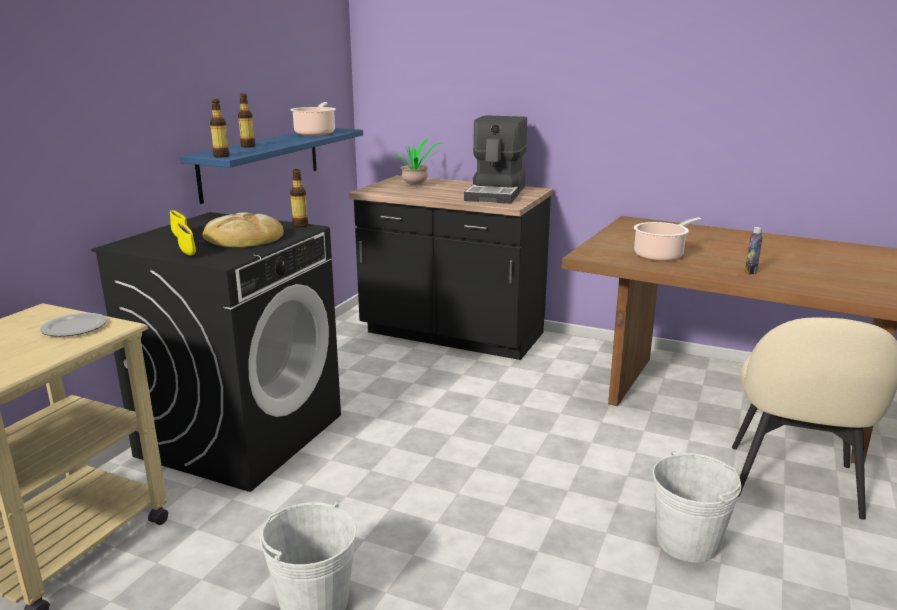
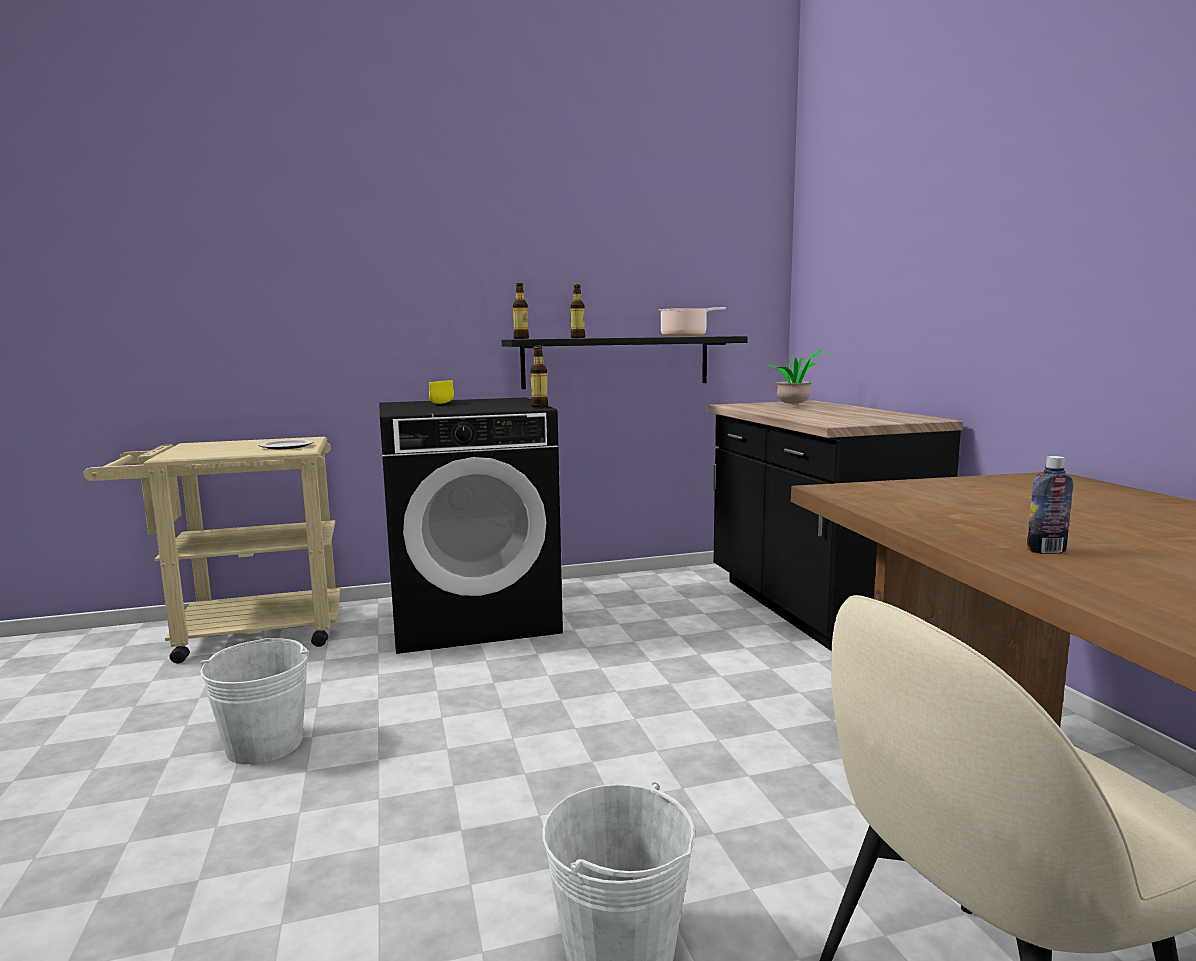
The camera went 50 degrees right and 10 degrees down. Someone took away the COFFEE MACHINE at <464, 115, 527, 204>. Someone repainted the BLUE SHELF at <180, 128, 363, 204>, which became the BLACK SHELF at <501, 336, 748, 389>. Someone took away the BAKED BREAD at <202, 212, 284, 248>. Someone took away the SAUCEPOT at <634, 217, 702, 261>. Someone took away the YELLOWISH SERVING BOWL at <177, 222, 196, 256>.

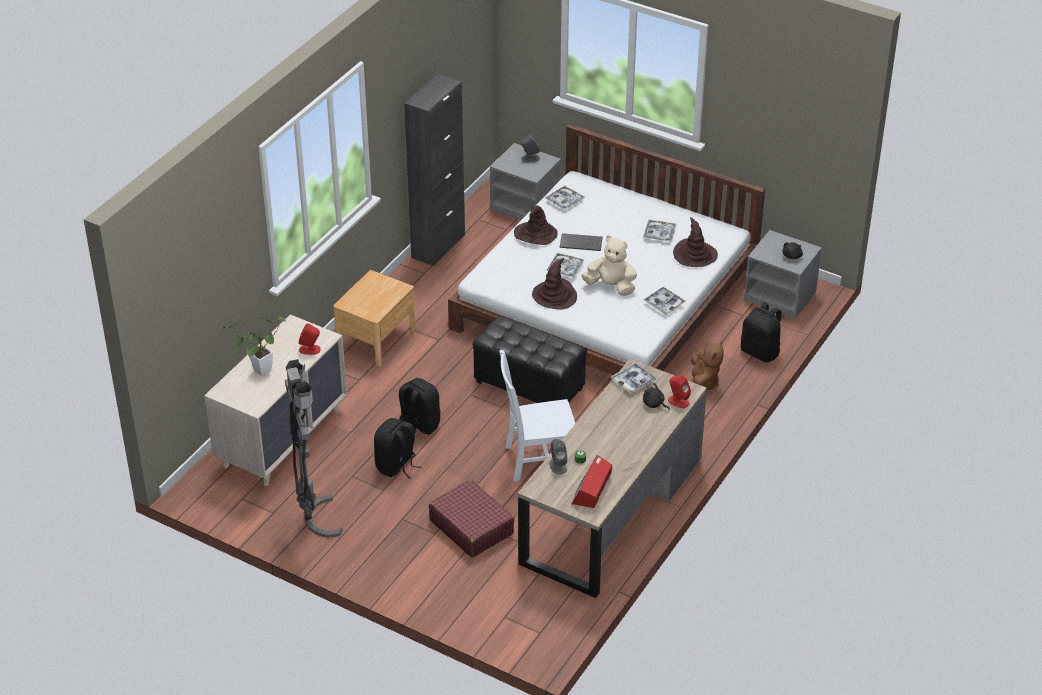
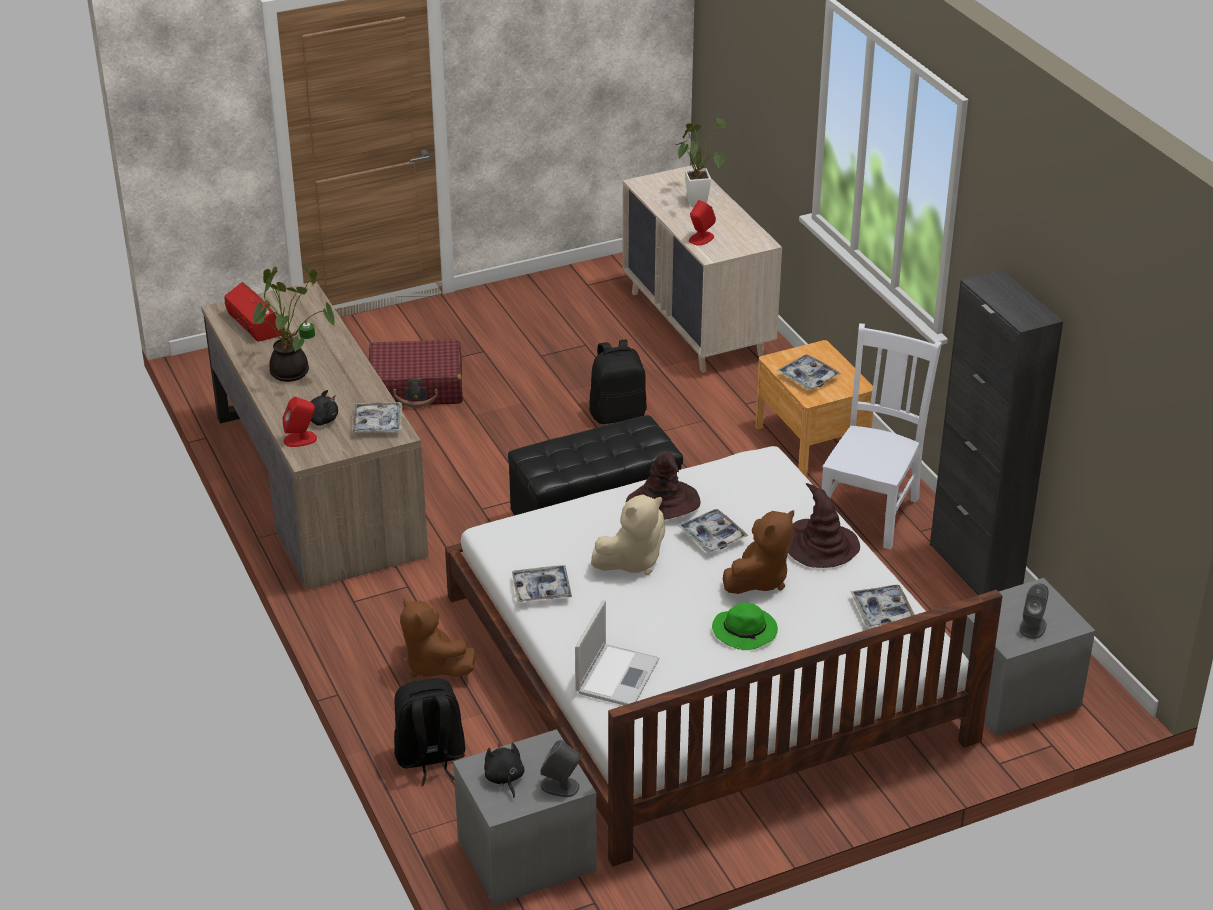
The camera went 125 degrees right and 5 degrees down. Someone swapped the BROWN WEARABLE HAT at <673, 217, 718, 267> for the LAPTOP at <575, 600, 659, 705>. Someone carried the TRAY from <643, 219, 676, 242> to <776, 354, 842, 390>. Someone swapped the KEYBOARD at <560, 233, 603, 251> for the BROWN SOFT TOY at <723, 510, 794, 594>. Someone carried the WHITE PLAIN CHAIR from <500, 350, 575, 482> to <822, 323, 942, 550>. Someone took away the GRAY STANDING LAMP at <285, 359, 342, 537>. Someone took away the BLACK KNAPSACK at <374, 418, 421, 479>. Someone carried the GRAY AUDIO SPEAKER from <549, 439, 568, 474> to <540, 740, 580, 797>. Someone put down the HOUSEPLANT at <252, 265, 335, 382>. Someone put down the GREEN-COLOURED WEARABLE HAT at <712, 603, 778, 650>.

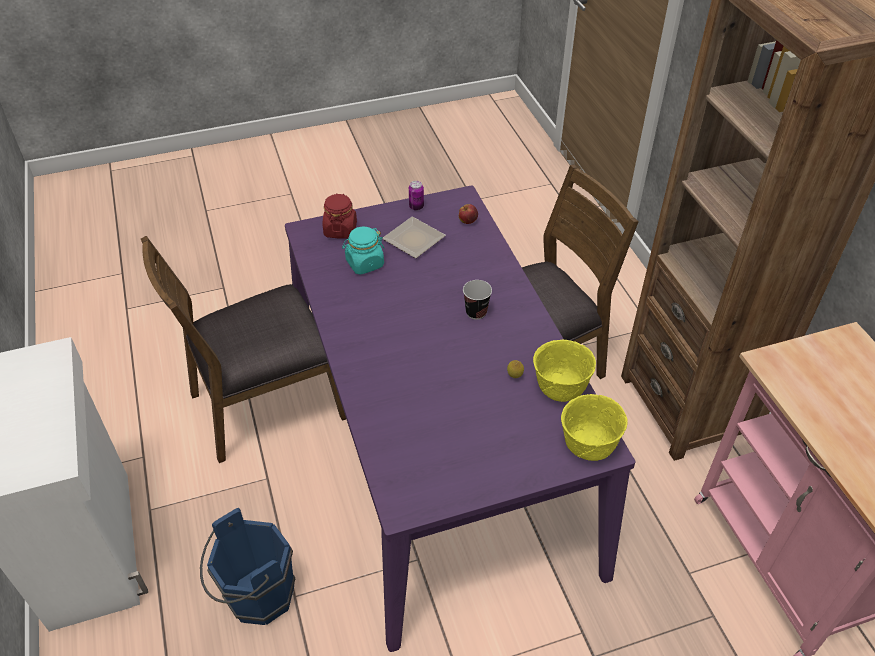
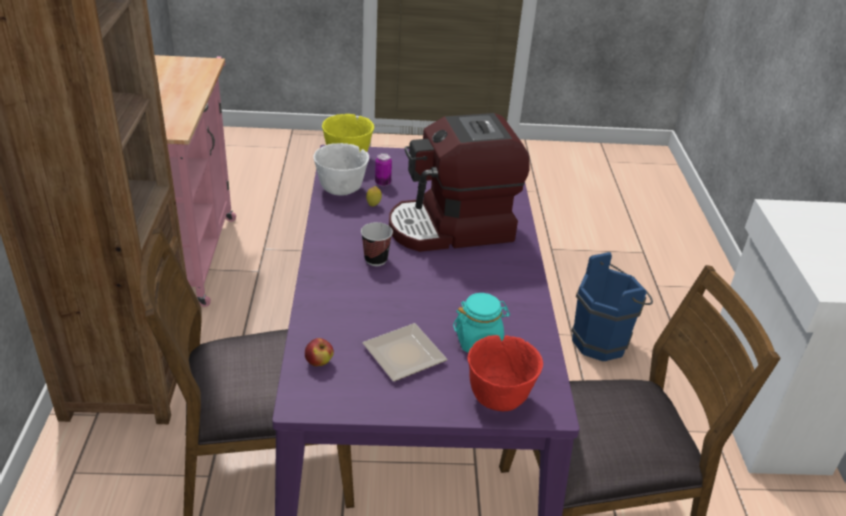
The camera went 165 degrees left and 10 degrees down. Someone carried the CAN from <409, 181, 424, 211> to <375, 153, 392, 186>. Someone swapped the RED JAR at <323, 193, 357, 238> for the RED SERVING BOWL at <467, 335, 543, 411>. Someone repainted the YELLOWISH SERVING BOWL at <533, 340, 596, 402>, which became the WHITE SERVING BOWL at <313, 143, 369, 196>. Someone put down the COFFEE MACHINE at <389, 113, 530, 252>.

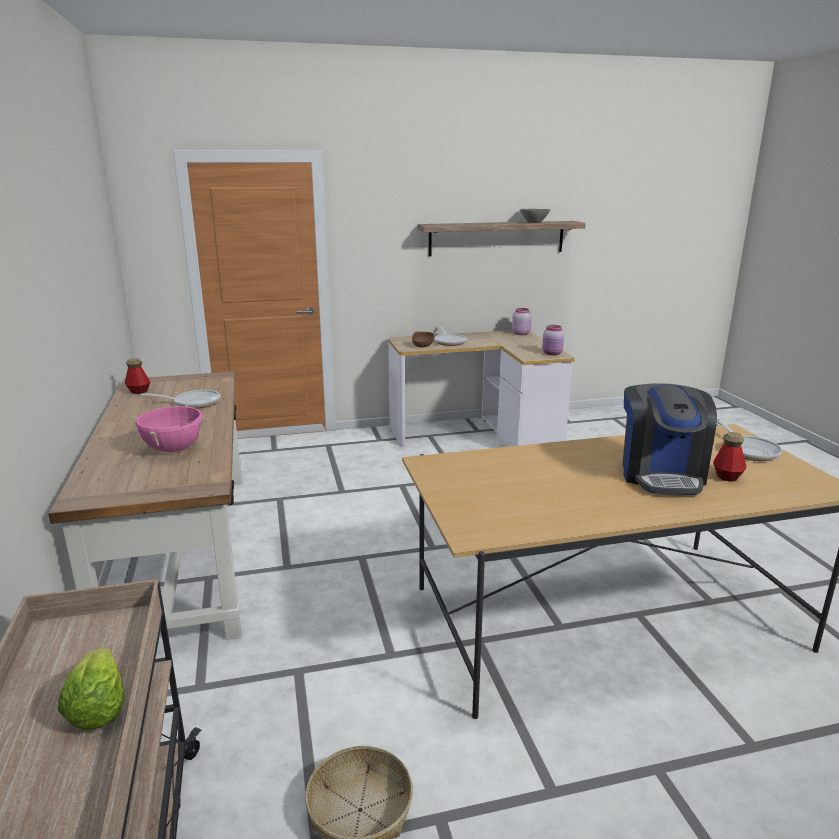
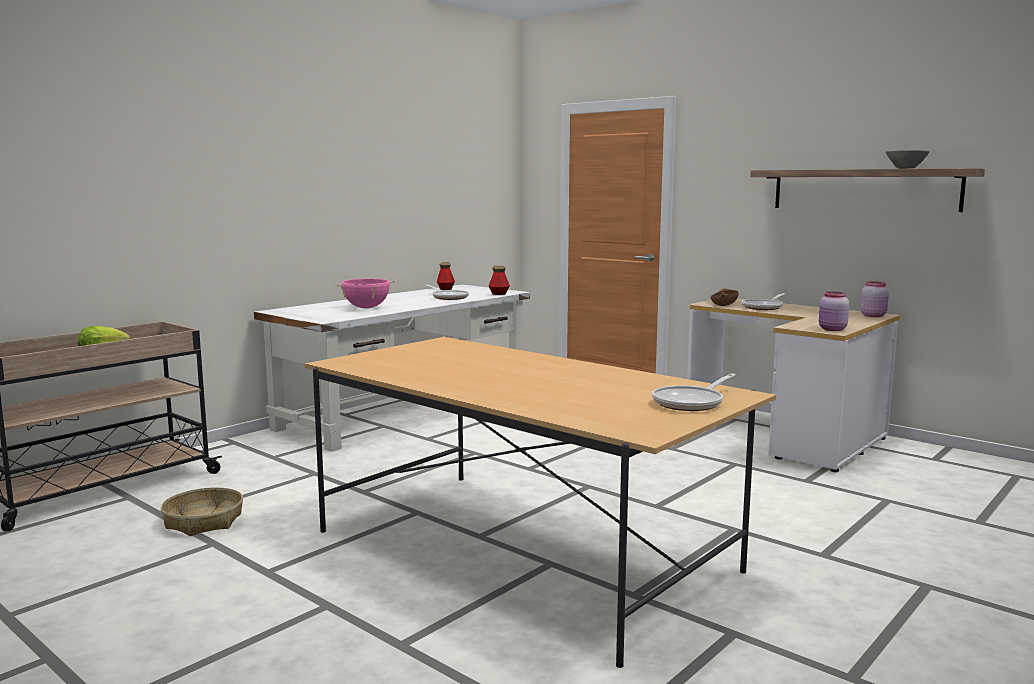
The camera went 55 degrees right and 10 degrees down. Someone repainted the BROWN DESK TABLE at <48, 371, 242, 640>, which became the WHITE DESK TABLE at <254, 285, 530, 451>. Someone took away the COFFEE MACHINE at <622, 383, 717, 495>. Someone carried the BOTTLE from <713, 432, 746, 481> to <488, 265, 510, 295>.

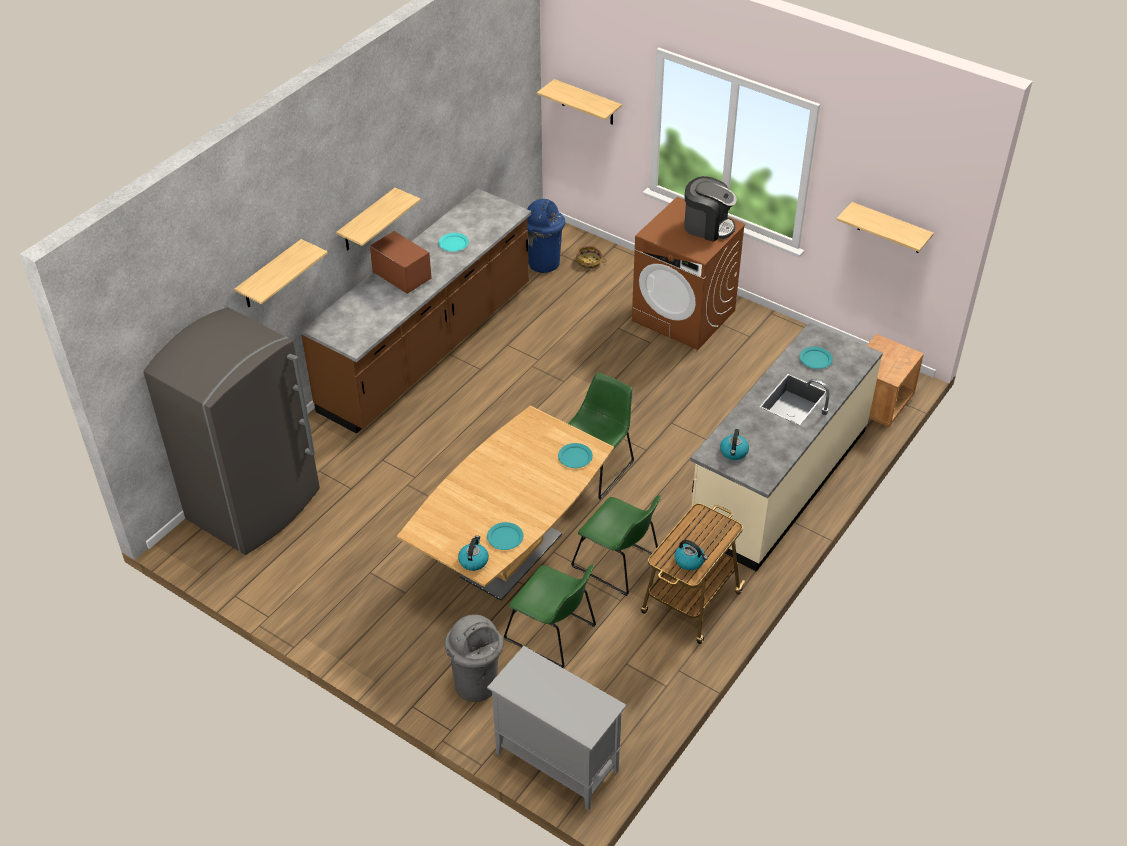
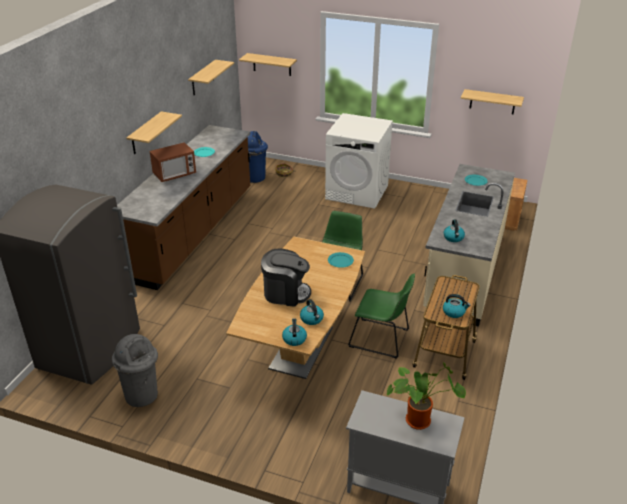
The camera went 15 degrees left and 10 degrees down. Someone carried the COFFEE MACHINE from <684, 176, 737, 242> to <261, 249, 311, 307>. Someone repainted the BROWN WASHING MACHINE at <632, 197, 746, 350>, which became the WHITE WASHING MACHINE at <325, 113, 393, 209>. Someone rotated the MICROWAVE OVEN at <370, 231, 432, 294> by 120 degrees clockwise. Someone carried the SHELF from <235, 239, 328, 307> to <188, 60, 234, 95>. Someone swapped the TURQUOISE-COLOURED PLATE at <487, 522, 523, 550> for the KETTLE at <300, 299, 324, 325>. Someone took away the GREEN-COLOURED PLAIN CHAIR at <504, 565, 596, 668>. Someone carried the GRAY RUBBISH BIN from <445, 614, 504, 702> to <112, 334, 158, 407>. Someone put down the HOUSEPLANT at <387, 362, 466, 430>.

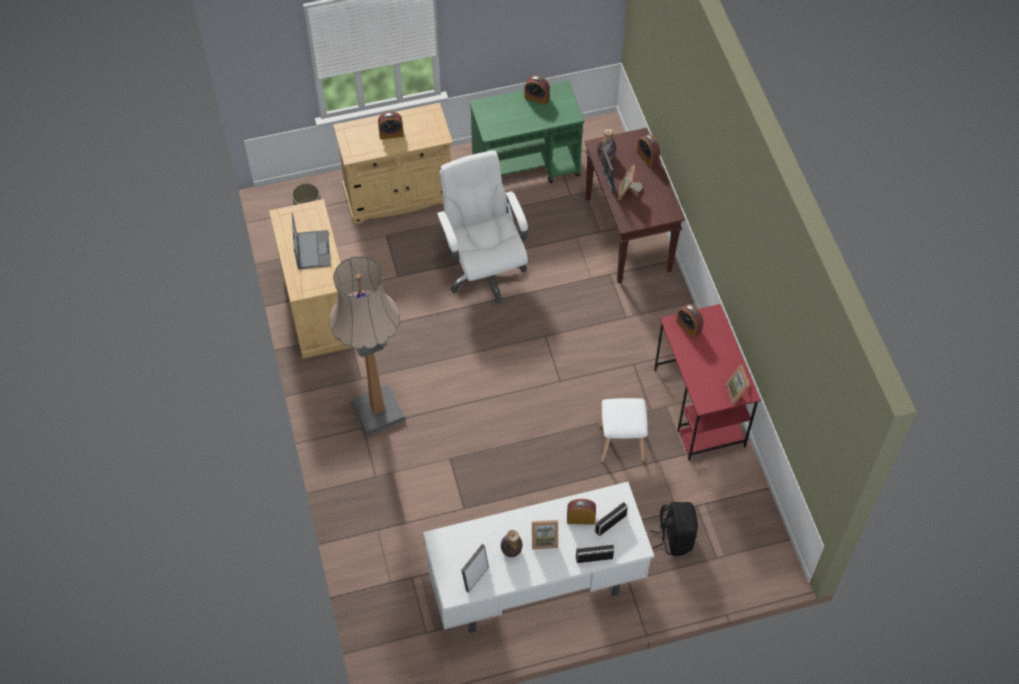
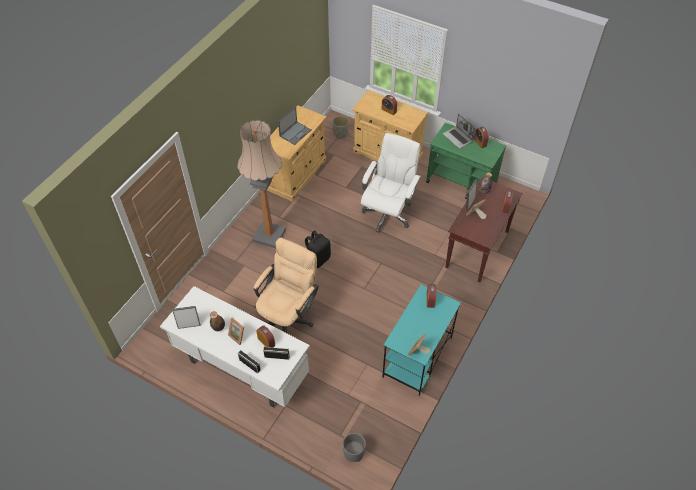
The camera went 45 degrees right and 5 degrees down. Someone repainted the RED DESK TABLE at <654, 304, 761, 461>, which became the TURQUOISE-COLOURED DESK TABLE at <382, 284, 461, 396>. Someone took away the WHITE SITTING STOOL at <599, 398, 648, 463>. Someone carried the BLACK KNAPSACK from <650, 502, 698, 556> to <305, 230, 331, 268>. Someone put down the LAPTOP at <443, 114, 476, 149>. Someone put down the BEIGE DESK CHAIR at <254, 238, 319, 333>. Someone put down the GRAY PLANT POT at <343, 433, 366, 462>.

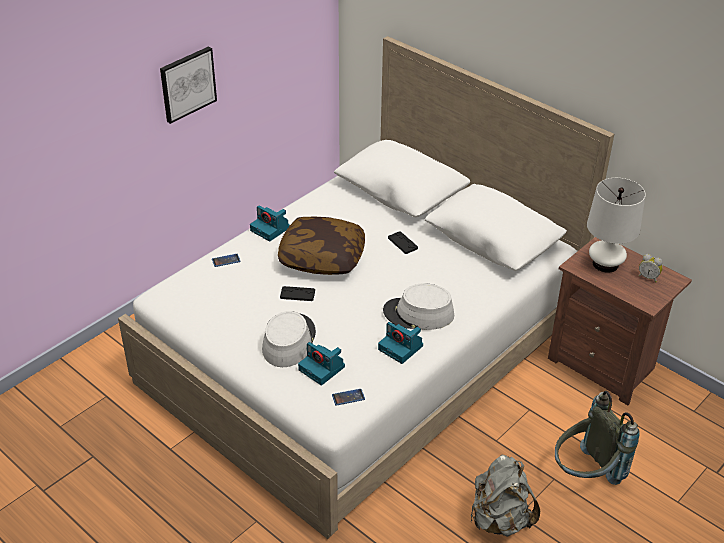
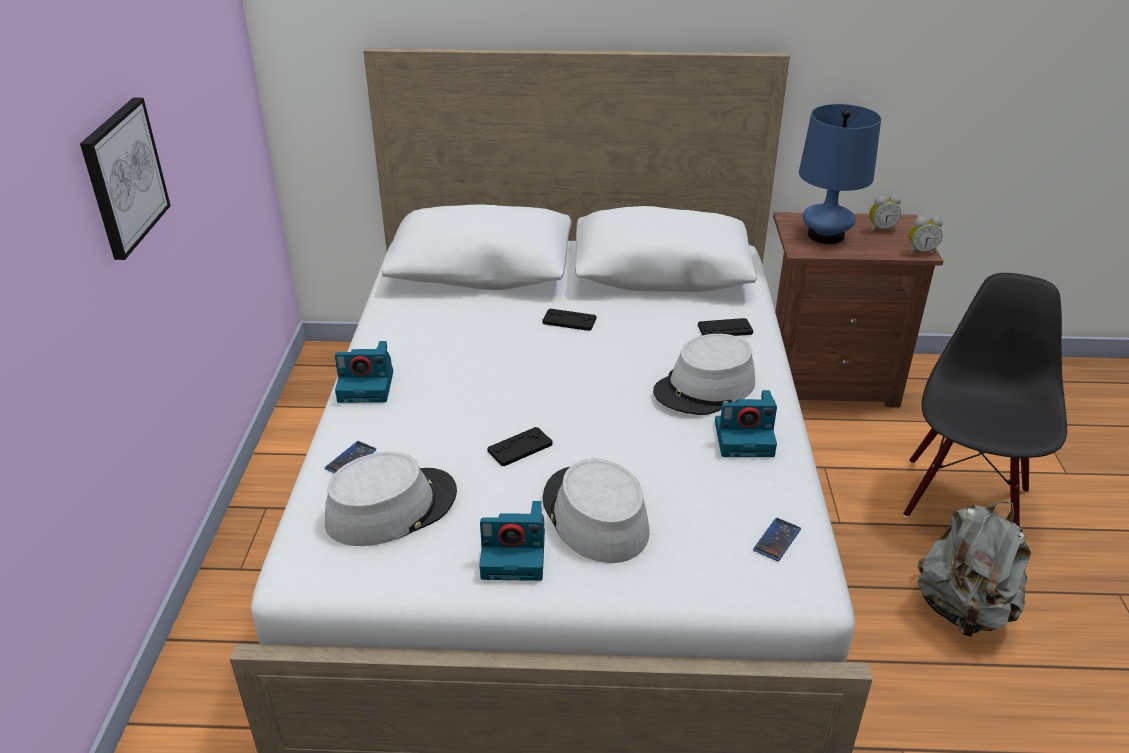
The camera went 40 degrees left and 5 degrees down. Someone repainted the WHITE TABLETOP LAMP at <587, 178, 646, 273>, which became the BLUE TABLETOP LAMP at <799, 104, 881, 244>. Someone took away the PILLOW at <278, 216, 365, 275>. Someone carried the PHOTO CAMERA from <298, 342, 345, 385> to <479, 501, 545, 581>. Someone swapped the GRAY KNAPSACK at <555, 391, 639, 485> for the BLACK PLAIN CHAIR at <903, 273, 1067, 527>. Someone put down the TABLE CLOCK at <908, 216, 943, 254>. Someone put down the BLACK GAMEPAD at <698, 318, 753, 336>. Someone put down the GRAY WEARABLE HAT at <325, 452, 457, 546>.

